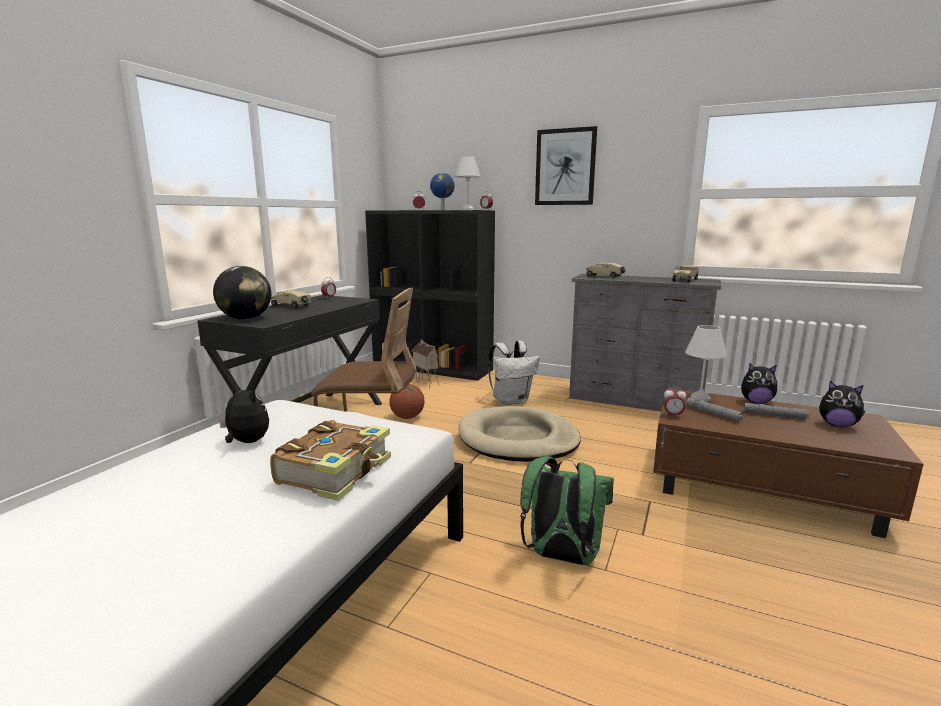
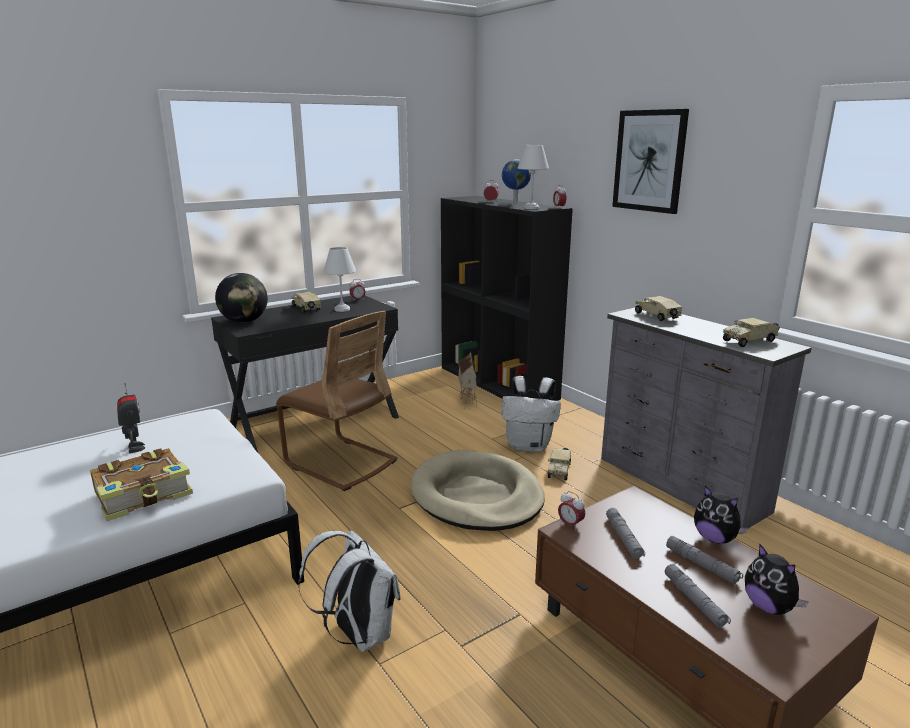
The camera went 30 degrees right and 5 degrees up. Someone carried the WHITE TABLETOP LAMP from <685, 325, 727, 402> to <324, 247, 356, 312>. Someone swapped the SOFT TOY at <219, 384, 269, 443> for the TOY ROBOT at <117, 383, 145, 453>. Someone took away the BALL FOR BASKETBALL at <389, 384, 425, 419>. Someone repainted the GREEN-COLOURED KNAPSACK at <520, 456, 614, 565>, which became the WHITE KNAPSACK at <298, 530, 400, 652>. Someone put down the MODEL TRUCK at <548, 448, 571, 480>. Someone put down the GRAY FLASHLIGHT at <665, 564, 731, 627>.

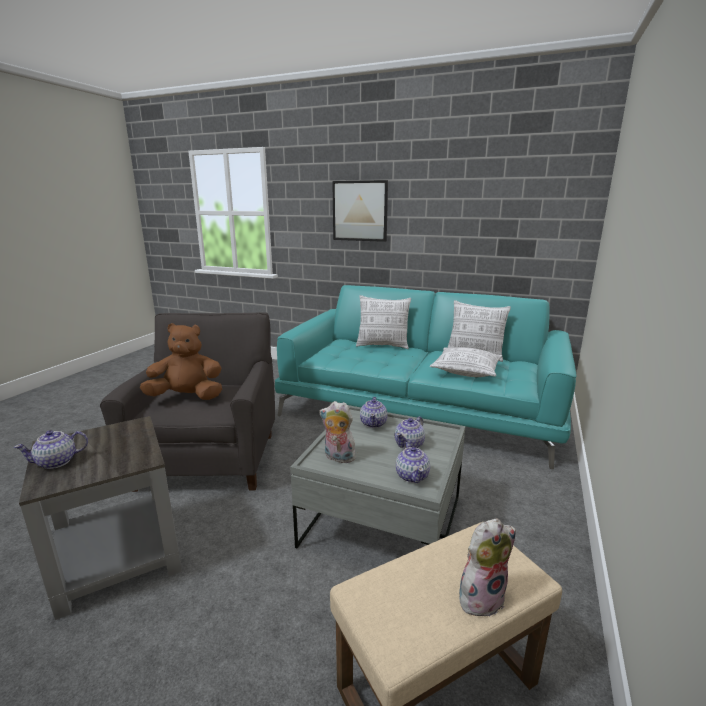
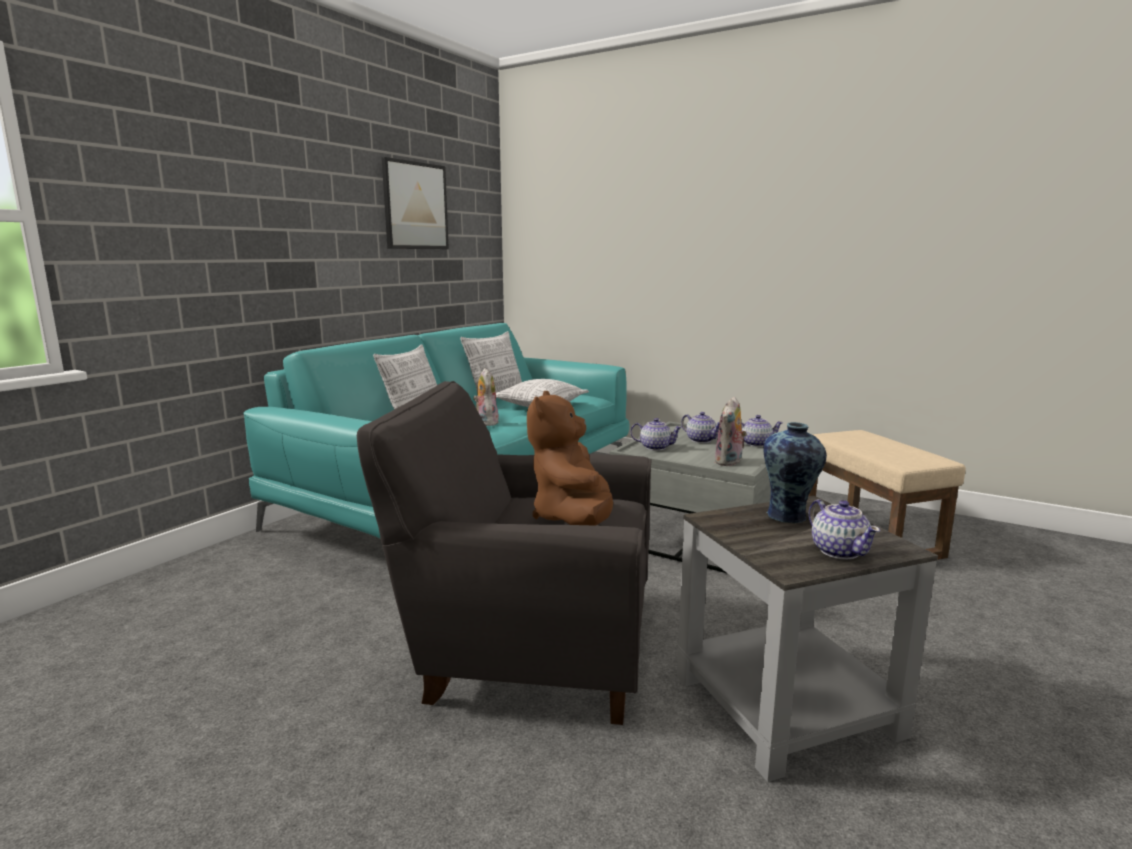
The camera went 80 degrees left and 5 degrees down. Someone carried the WALL ART from <332, 180, 388, 242> to <382, 157, 449, 249>. Someone carried the SOFT TOY from <459, 519, 516, 617> to <473, 368, 499, 426>. Someone put down the DECORATIVE VASE at <763, 422, 827, 523>.

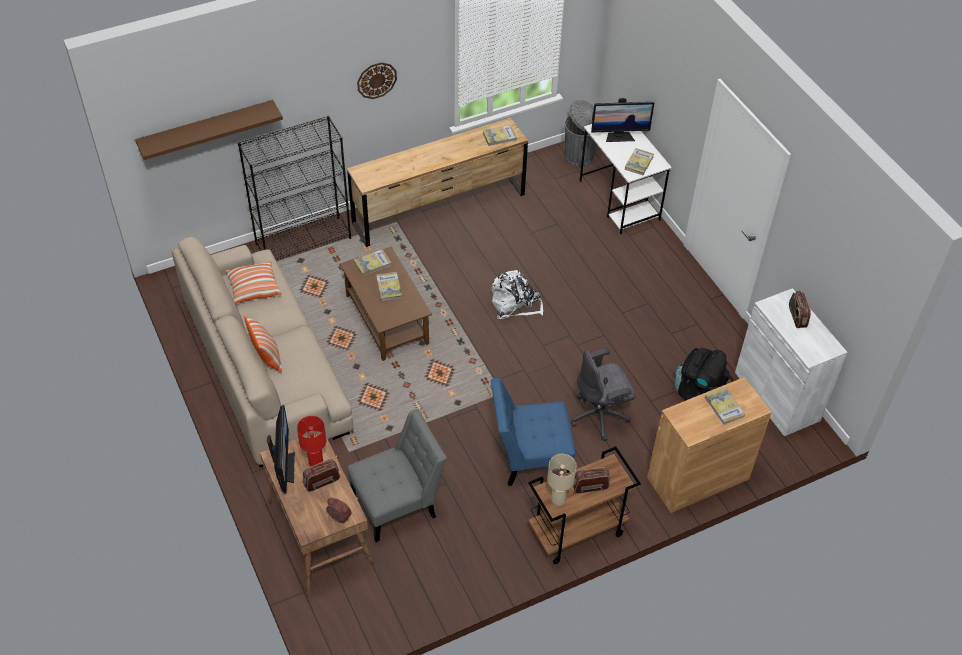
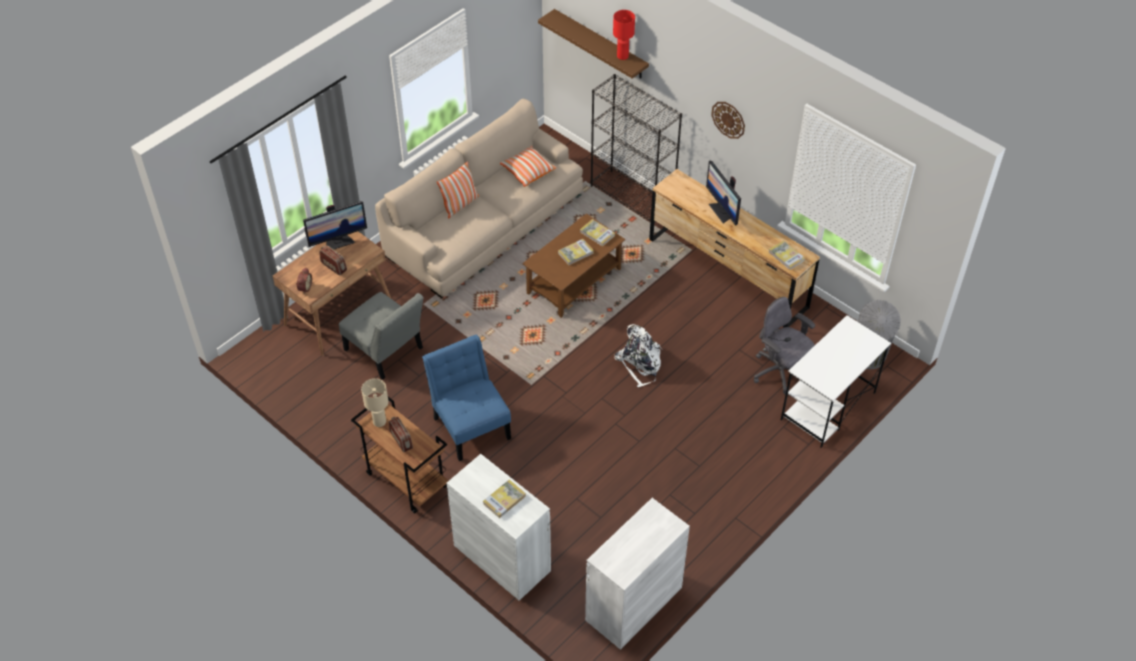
The camera went 70 degrees right and 0 degrees up. Someone carried the COMPUTER DISPLAY from <591, 98, 654, 142> to <706, 161, 741, 226>. Someone took away the VOLUME at <625, 148, 654, 175>. Someone took away the RADIO at <789, 291, 811, 328>. Someone carried the GRAY DESK CHAIR from <571, 348, 636, 441> to <754, 297, 815, 395>. Someone took away the BLACK KNAPSACK at <674, 348, 734, 400>. Someone repainted the BROWN CUPBOARD at <647, 377, 772, 513>, which became the WHITE CUPBOARD at <447, 454, 551, 601>. Someone carried the RED TABLETOP LAMP from <297, 416, 326, 466> to <613, 10, 635, 60>.

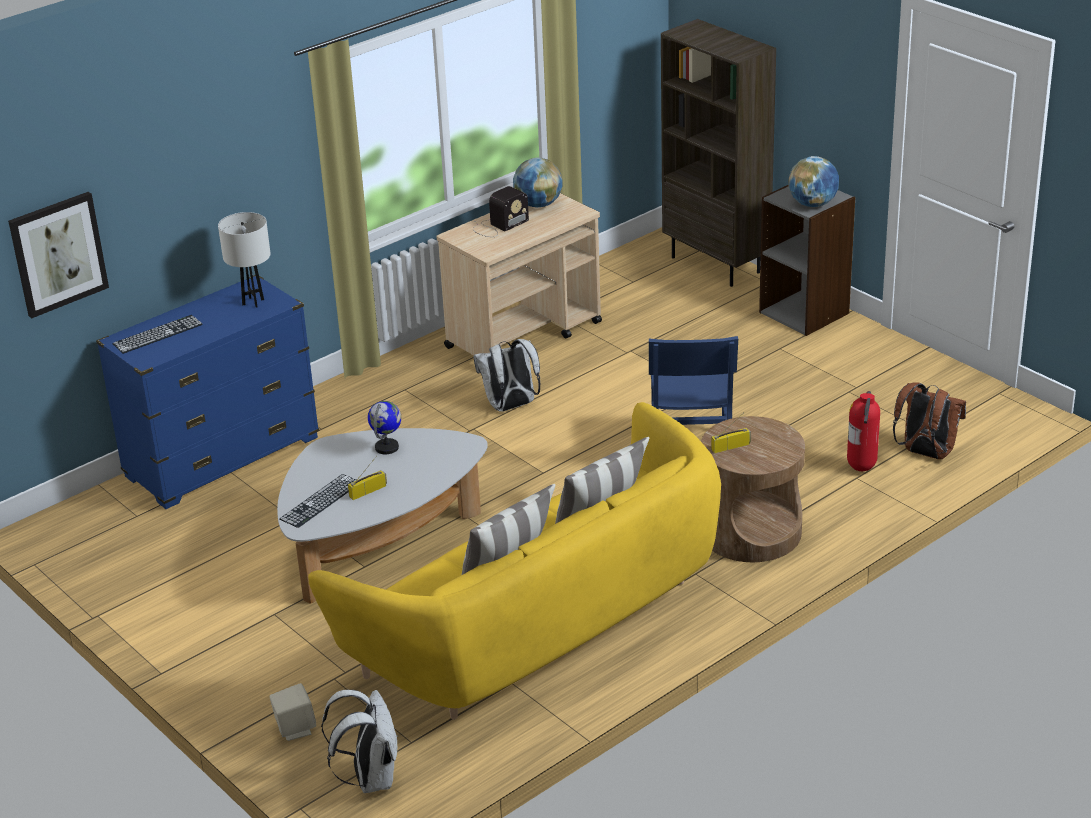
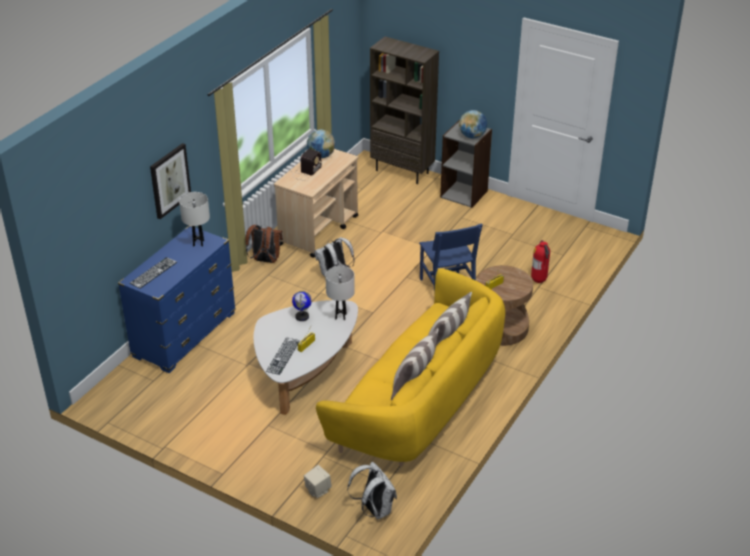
The camera went 20 degrees left and 5 degrees up. Someone carried the WALL ART from <8, 192, 109, 318> to <150, 143, 191, 219>. Someone carried the BROWN KNAPSACK from <893, 382, 966, 459> to <245, 225, 283, 263>. Someone put down the WHITE TABLETOP LAMP at <325, 266, 355, 320>.

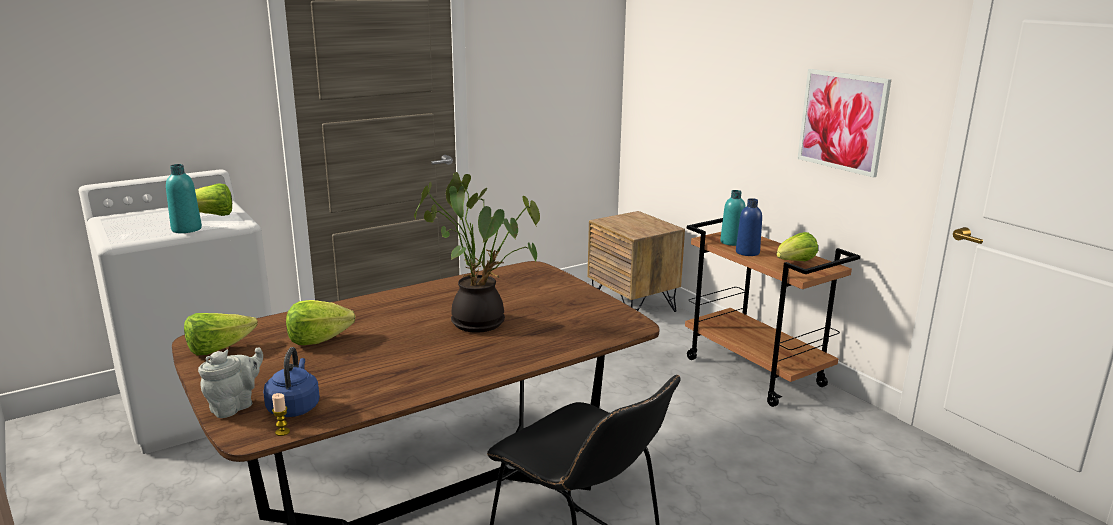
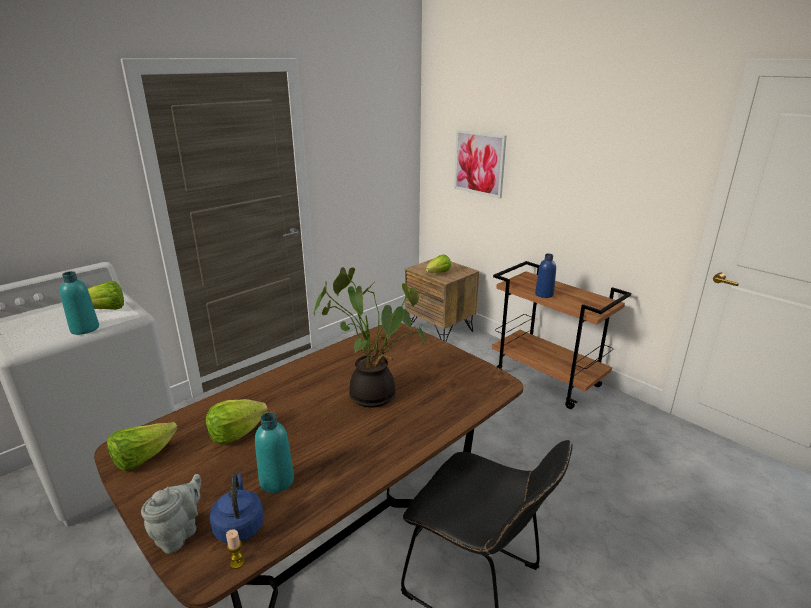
The camera went 10 degrees left and 5 degrees up. Someone carried the WALL ART from <798, 69, 891, 178> to <454, 130, 507, 199>. Someone carried the TURQUOISE-COLOURED BOTTLE from <720, 190, 746, 246> to <255, 413, 294, 493>. Someone carried the LETTUCE from <777, 232, 818, 261> to <426, 254, 451, 273>.

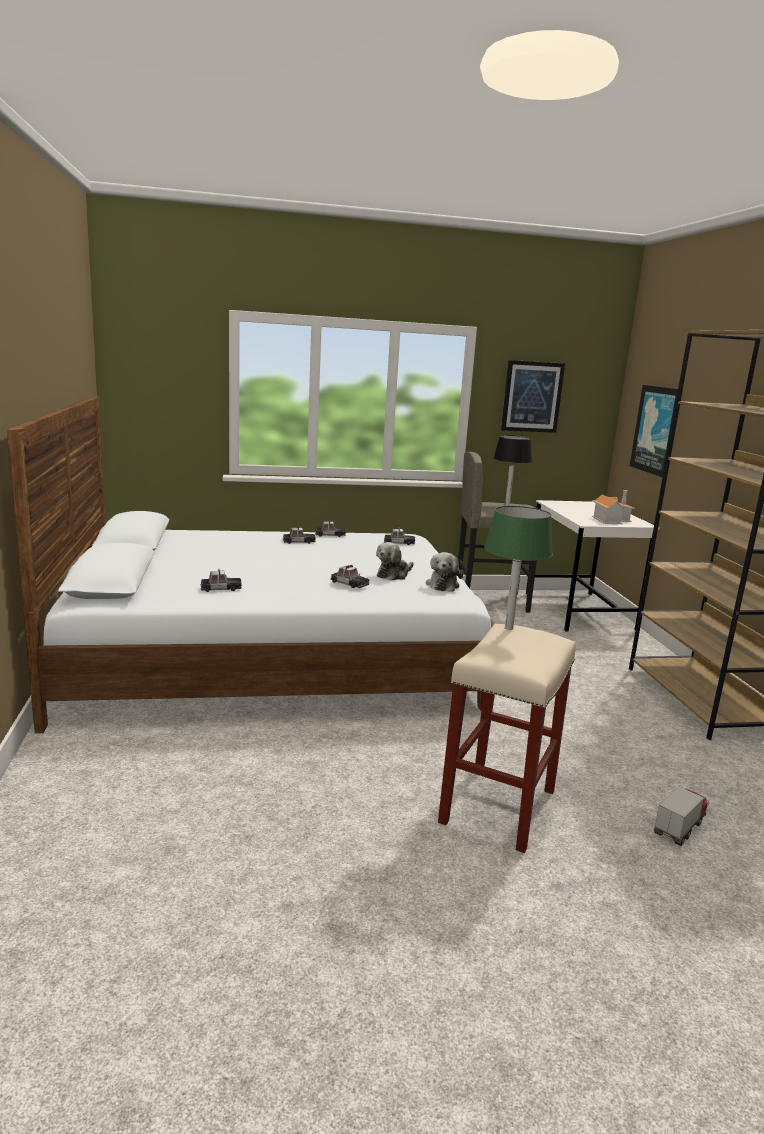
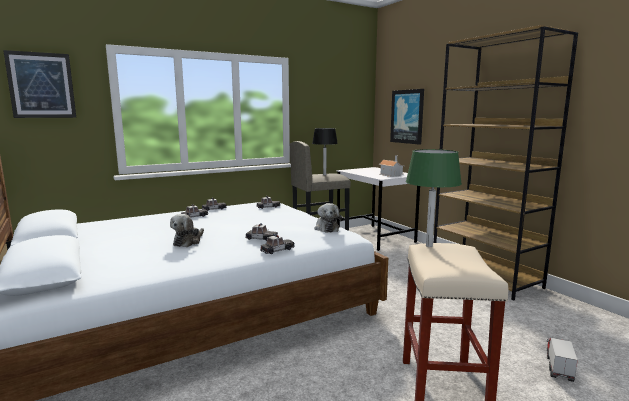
The camera went 20 degrees left and 5 degrees down. Someone carried the WALL ART from <501, 360, 565, 433> to <3, 50, 76, 118>. Someone carried the SOFT TOY from <376, 542, 414, 580> to <170, 214, 204, 247>. Someone carried the TOY CAR from <200, 569, 242, 592> to <260, 234, 295, 254>.

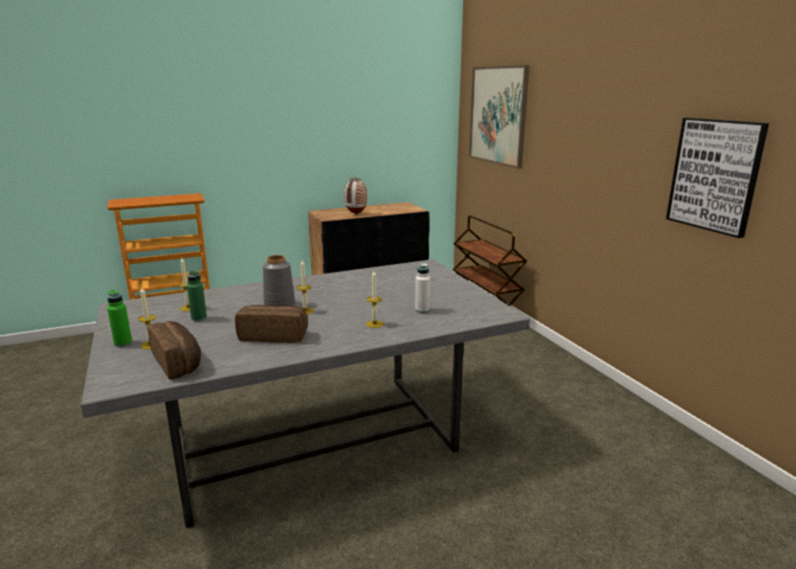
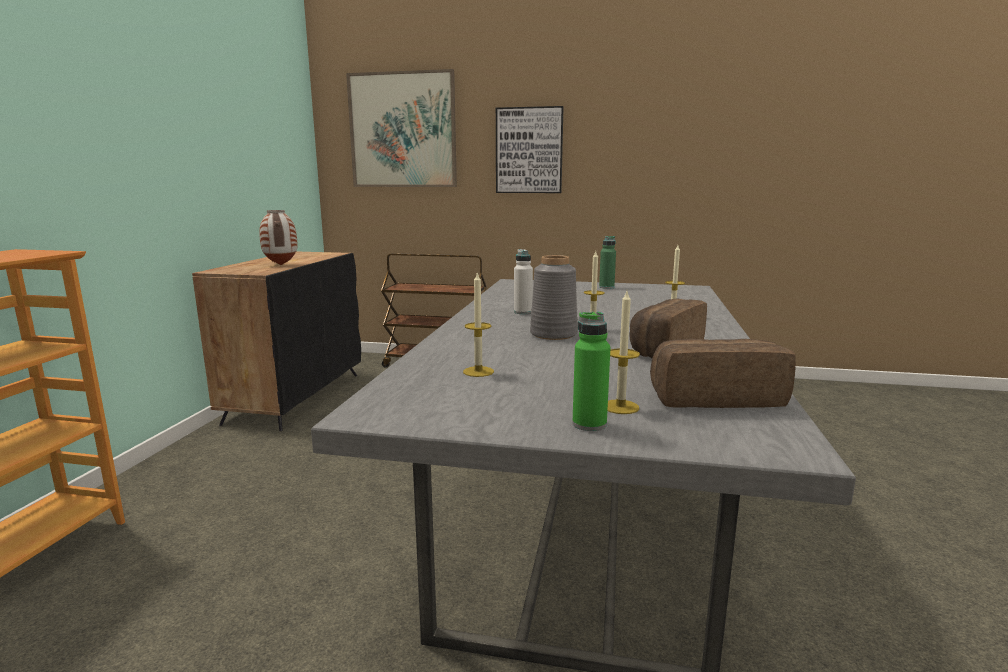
The camera went 55 degrees left and 5 degrees down. Someone carried the WALL ART from <666, 118, 769, 238> to <496, 106, 564, 193>. Someone carried the WHITE BOTTLE from <415, 263, 430, 313> to <514, 249, 533, 314>. Someone carried the GREEN-COLOURED BOTTLE from <187, 270, 207, 322> to <599, 236, 616, 289>.

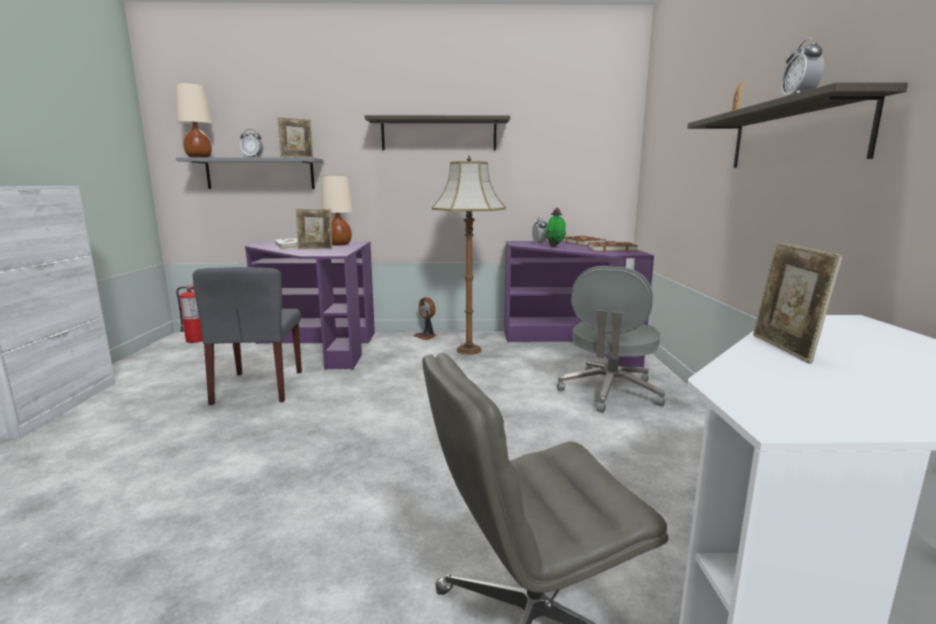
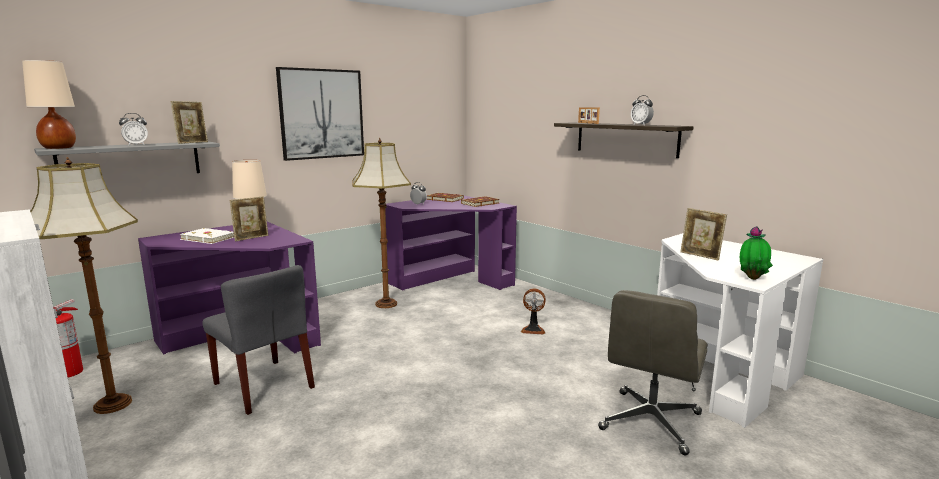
The camera went 40 degrees left and 0 degrees up. Someone swapped the SHELF at <365, 115, 510, 150> for the WALL ART at <276, 67, 364, 161>. Someone carried the HOUSEPLANT from <545, 208, 566, 247> to <740, 226, 773, 280>. Someone took away the GRAY DESK CHAIR at <557, 266, 665, 413>. Someone carried the COOLING FAN from <414, 297, 436, 340> to <521, 288, 546, 334>. Someone put down the STANDING LAMP at <30, 157, 138, 414>.

